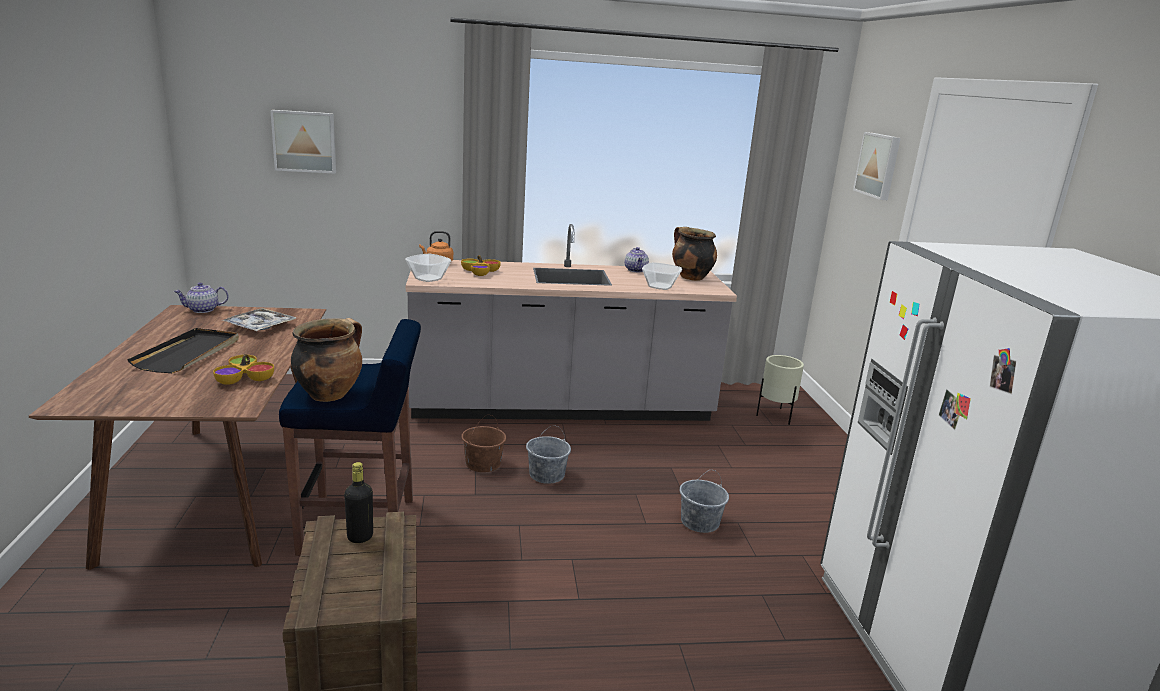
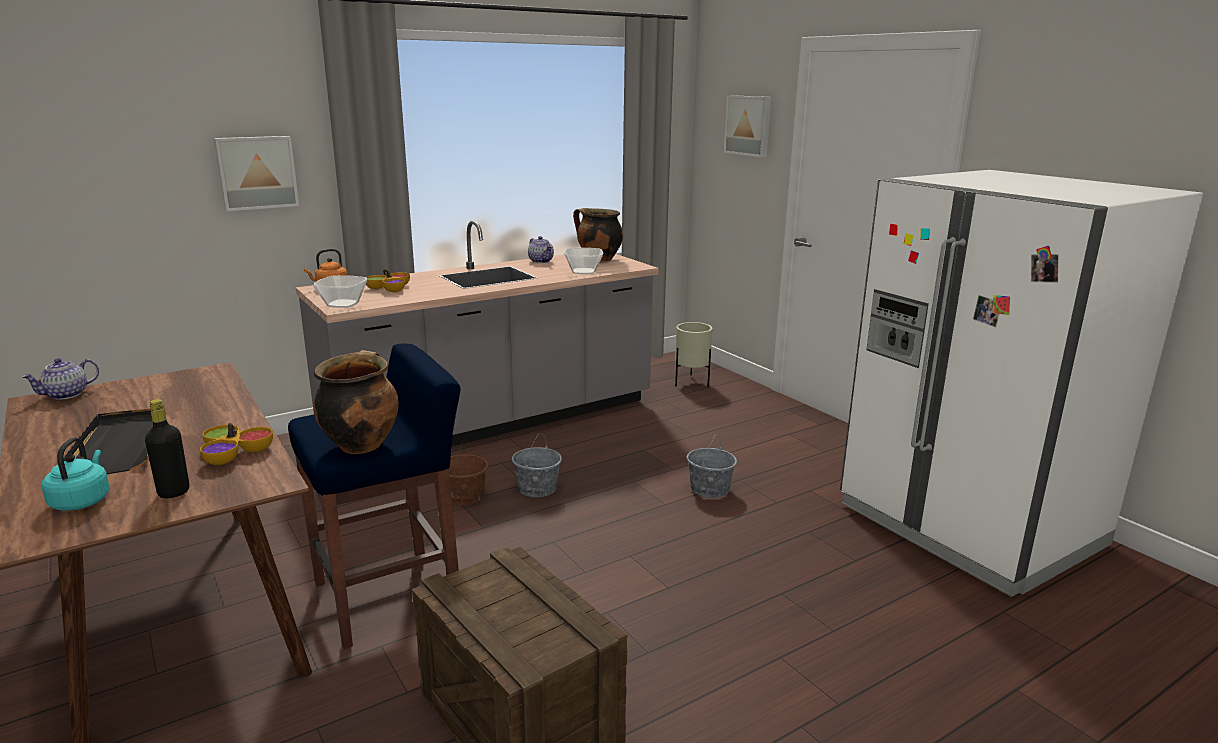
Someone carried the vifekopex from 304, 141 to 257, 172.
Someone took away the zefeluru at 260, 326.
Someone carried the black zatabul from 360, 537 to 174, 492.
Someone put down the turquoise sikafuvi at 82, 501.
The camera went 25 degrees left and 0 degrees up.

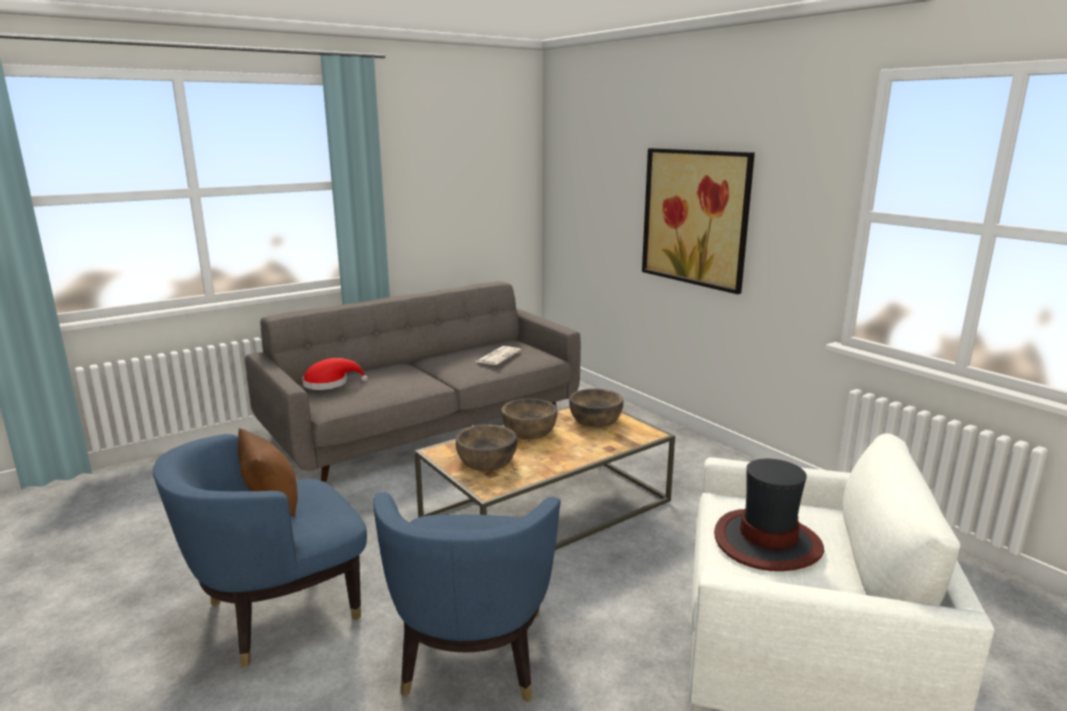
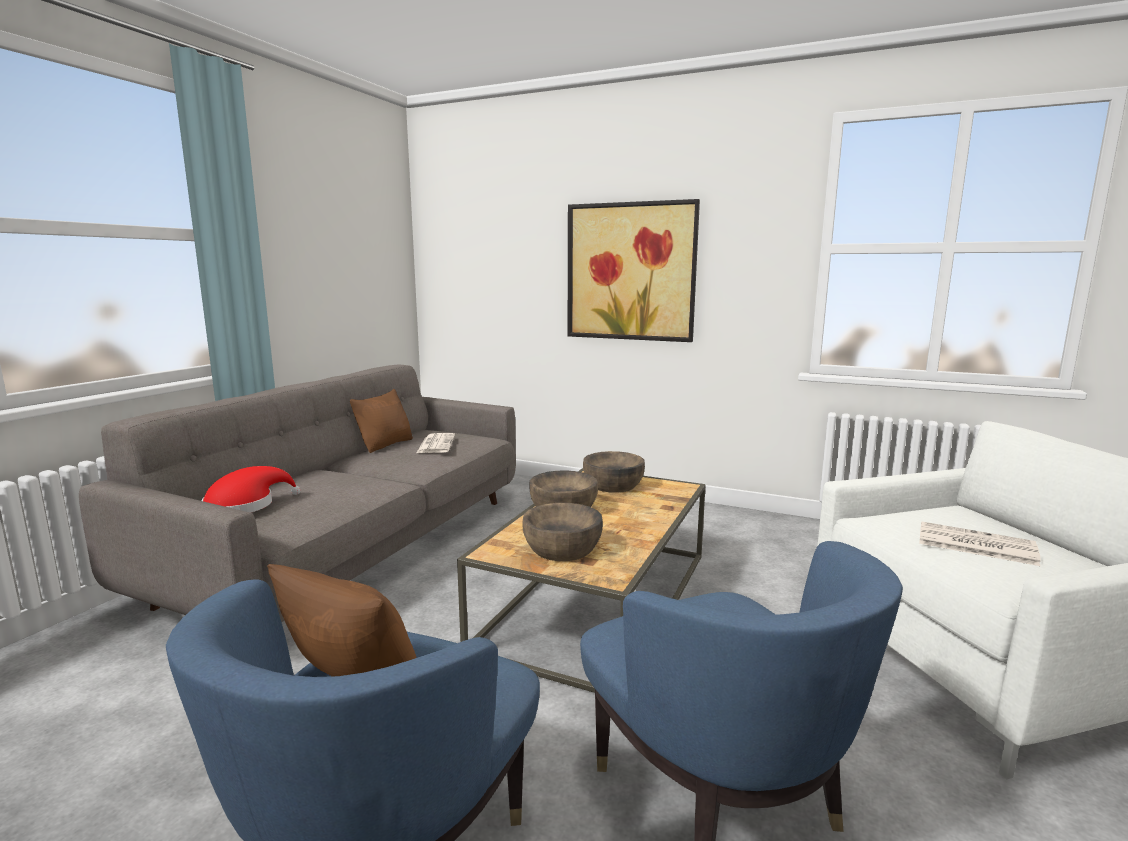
Someone swapped the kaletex at 767, 542 for the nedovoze at 974, 544.
Someone put down the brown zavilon at 385, 445.
The camera went 30 degrees left and 5 degrees down.

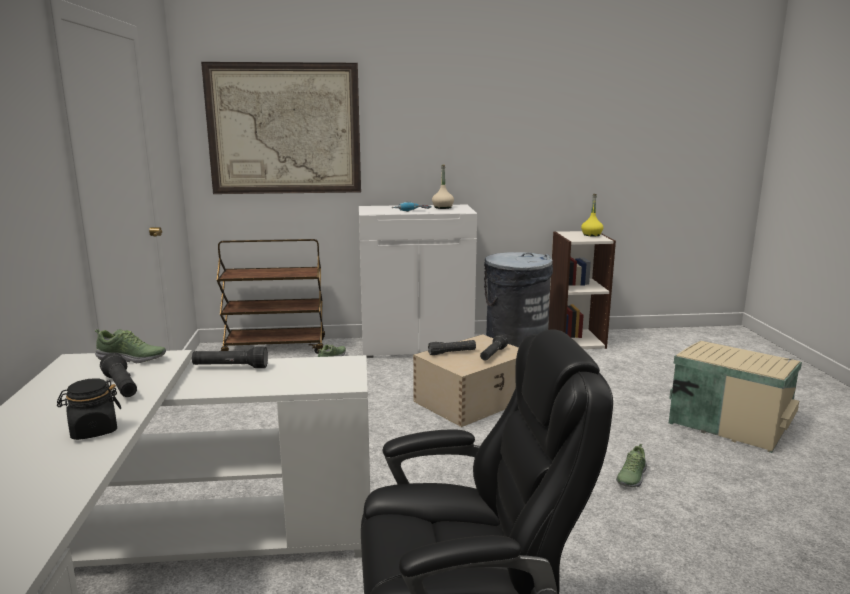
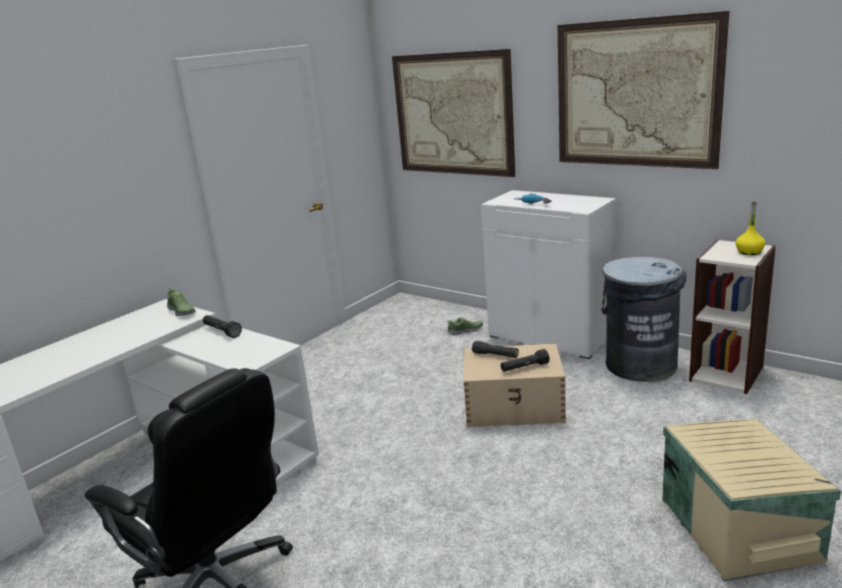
Someone took away the beige zatabul at 442, 207.
Someone took away the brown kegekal at 275, 348.
Someone took away the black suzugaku at 121, 387.
Someone took away the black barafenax at 93, 430.
Someone took away the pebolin at 631, 477.
Someone put up the vifekopex at 636, 94.
The camera went 45 degrees right and 5 degrees up.

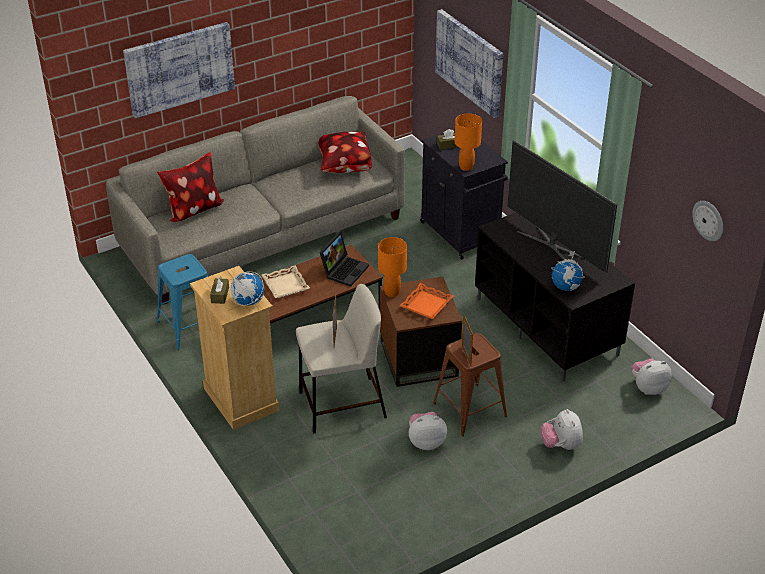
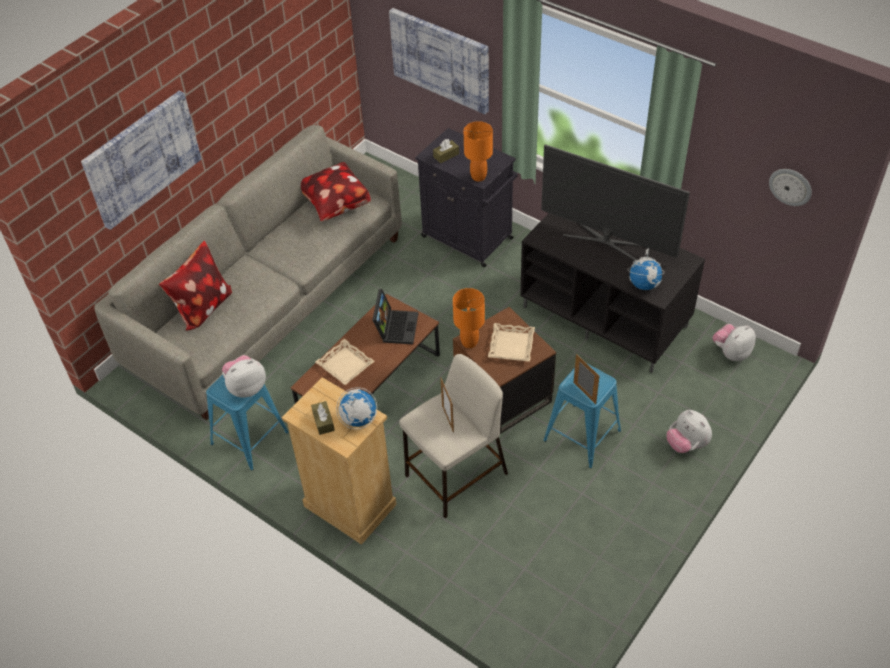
Someone repainted the orange zefeluru at 426, 305, which became the beige zefeluru at 512, 346.
Someone repainted the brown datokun at 470, 410, which became the blue datokun at 582, 435.
Someone carried the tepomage from 426, 442 to 246, 387.
The camera went 20 degrees left and 10 degrees up.

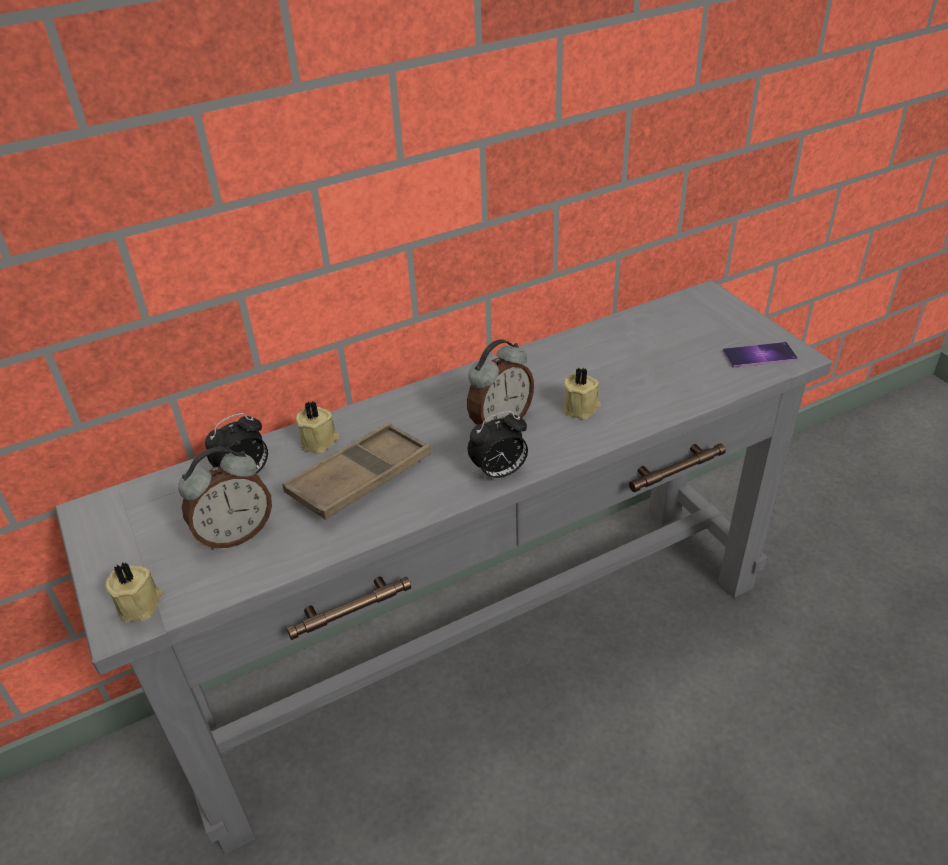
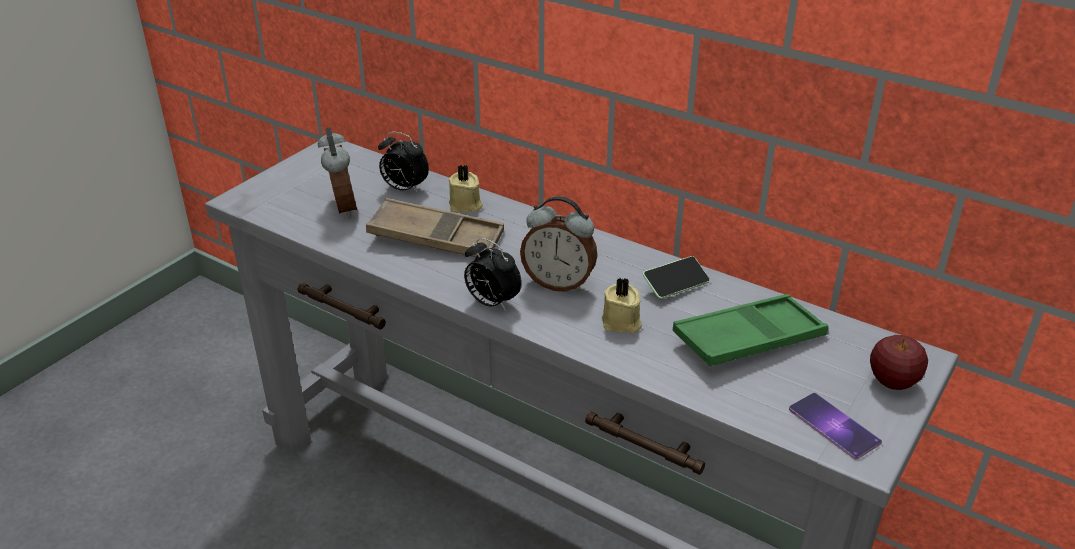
Someone rotated the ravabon at 235, 534 by 135 degrees counterclockwise.
Someone took away the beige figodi at 141, 604.
Someone put down the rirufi at 675, 285.
Someone put down the green zefeluru at 749, 339.
Someone put down the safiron at 893, 382.
The camera went 60 degrees right and 5 degrees down.

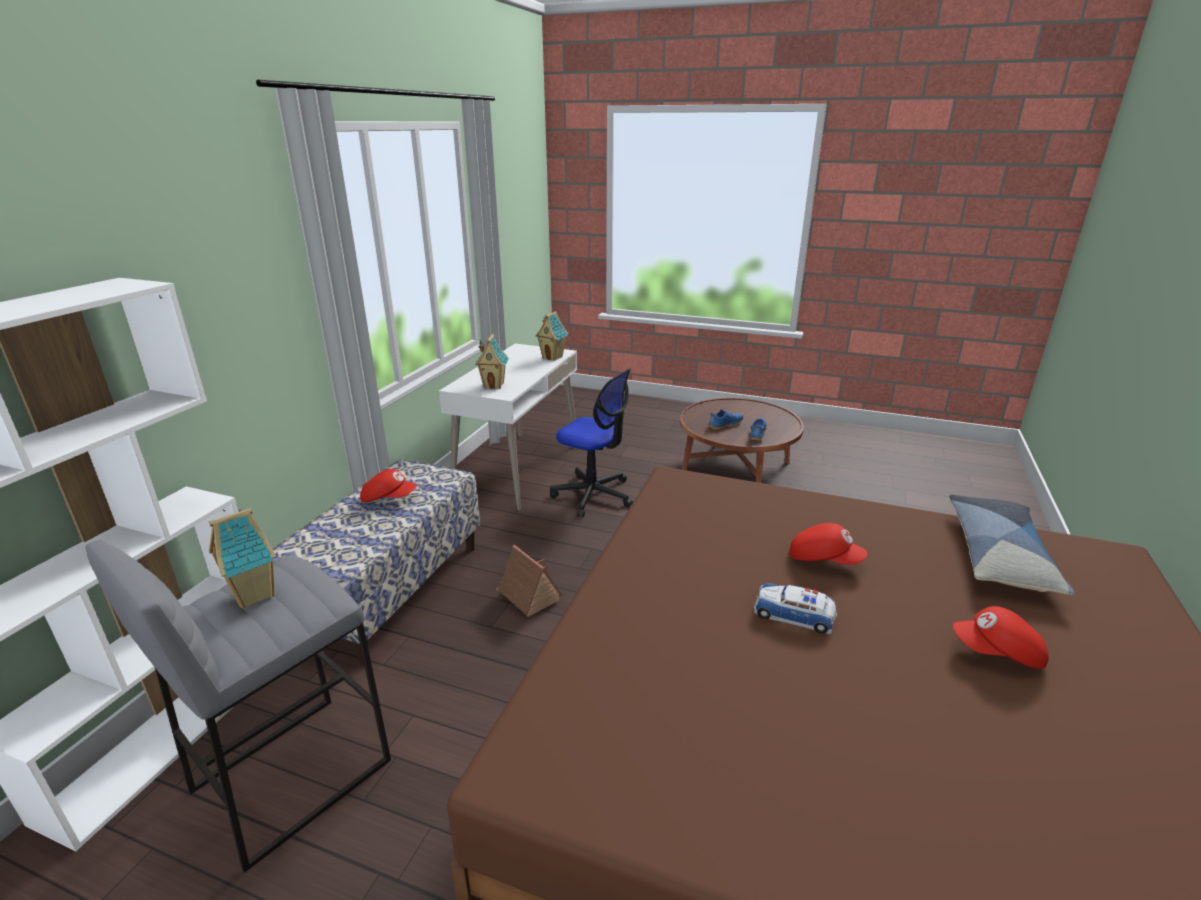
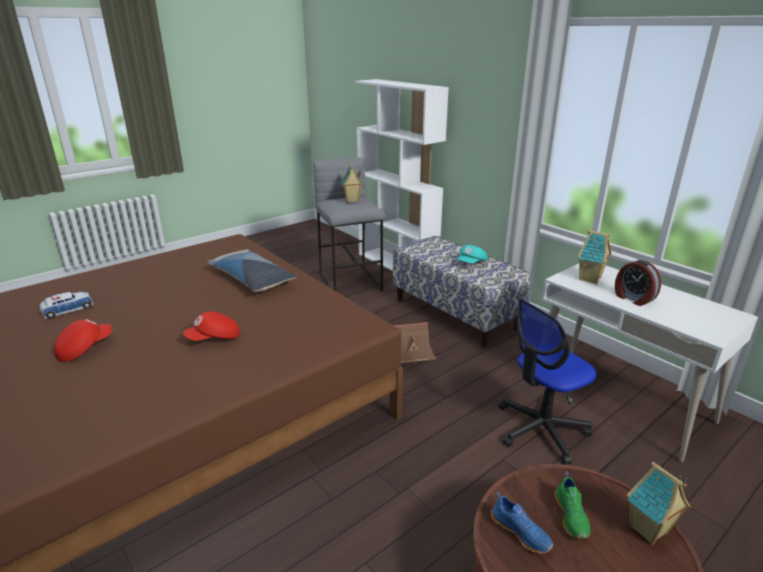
Someone carried the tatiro from 553, 357 to 649, 531.
Someone repainted the blue pebolin at 724, 425, which became the green pebolin at 572, 516.
Someone repainted the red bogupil at 389, 498, which became the turquoise bogupil at 471, 263.
Someone carried the zavilon from 999, 554 to 251, 279.
Someone carried the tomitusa from 794, 614 to 67, 309.
Someone put down the ravabon at 633, 298.
The camera went 120 degrees right and 0 degrees up.

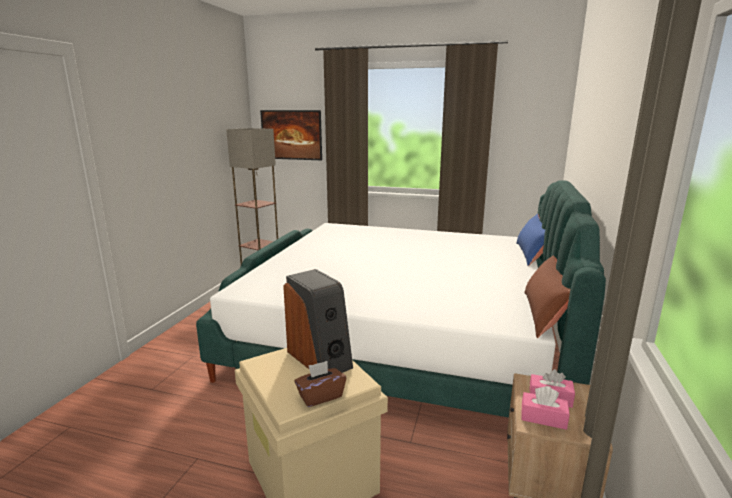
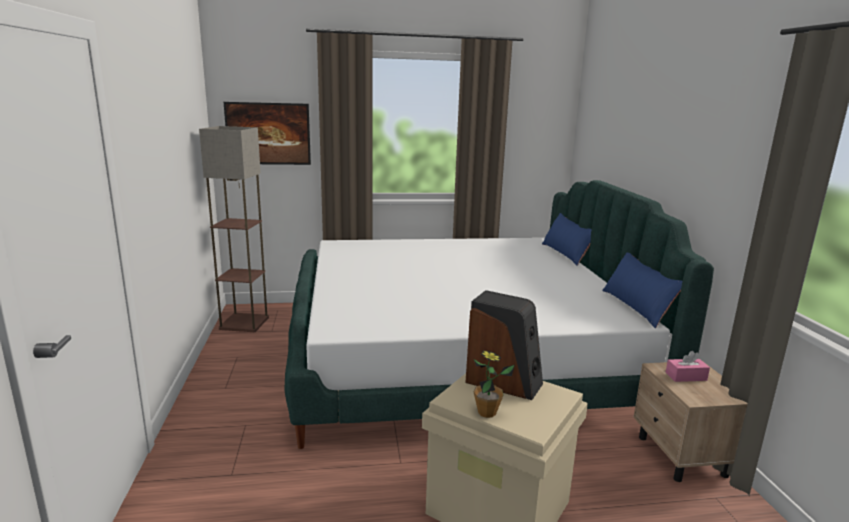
Someone repainted the brown zavilon at 543, 314, which became the blue zavilon at 637, 307.
Someone took away the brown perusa at 320, 396.
Someone took away the pink perusa at 543, 418.
Someone put down the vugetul at 487, 413.
The camera went 25 degrees left and 0 degrees up.

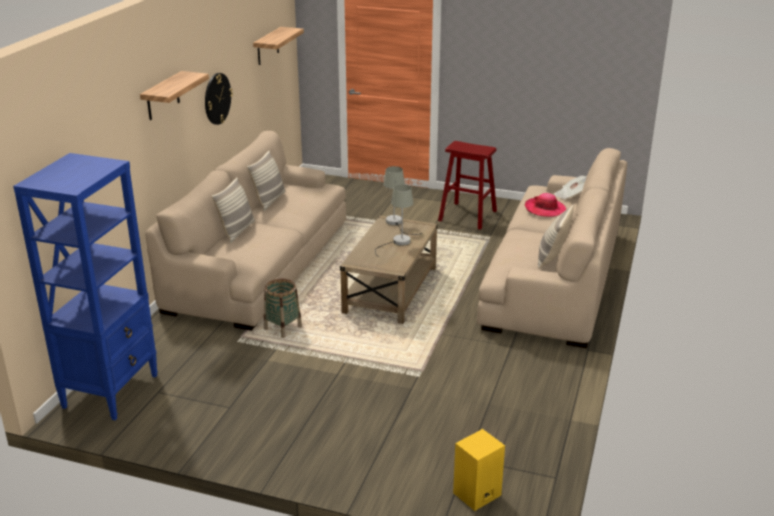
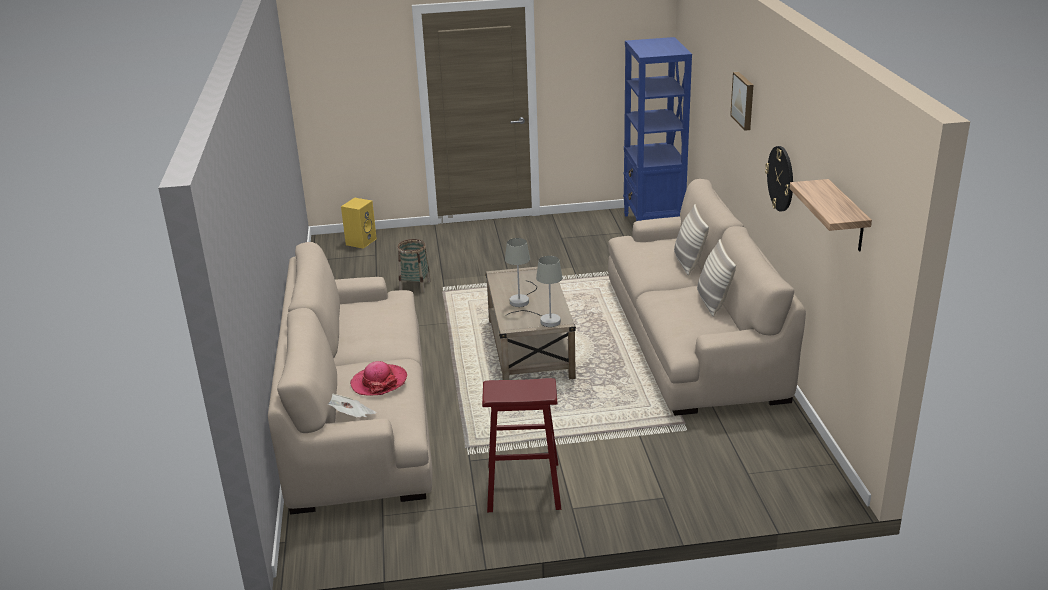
Someone swapped the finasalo at 162, 96 for the vifekopex at 744, 100.
Someone took away the zavilon at 552, 259.
Someone carried the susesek from 283, 328 to 415, 286.
The camera went 155 degrees right and 0 degrees up.

